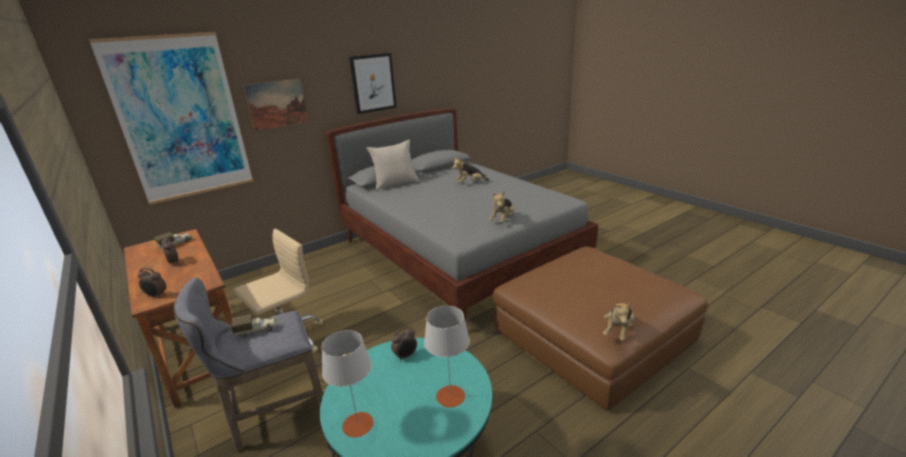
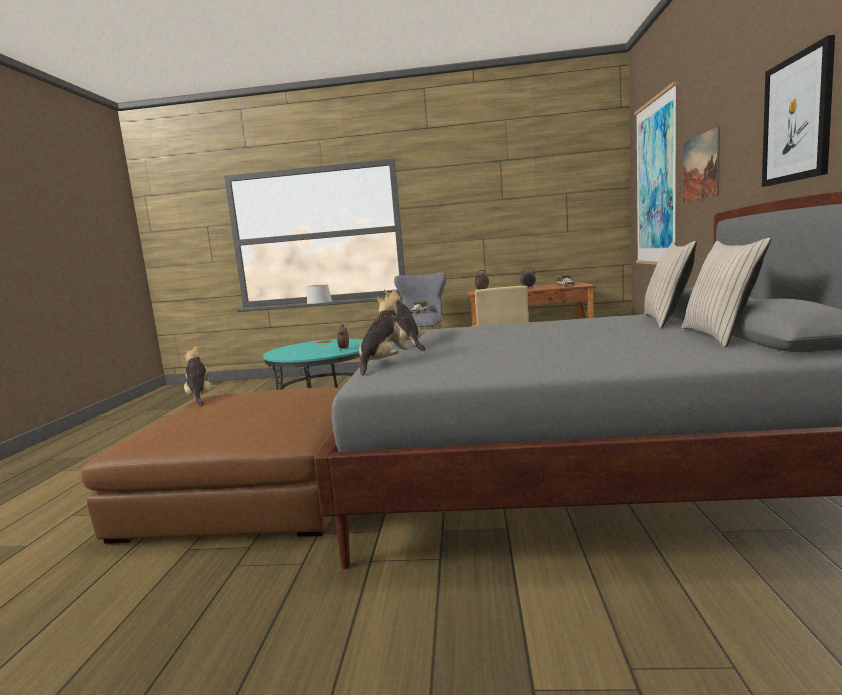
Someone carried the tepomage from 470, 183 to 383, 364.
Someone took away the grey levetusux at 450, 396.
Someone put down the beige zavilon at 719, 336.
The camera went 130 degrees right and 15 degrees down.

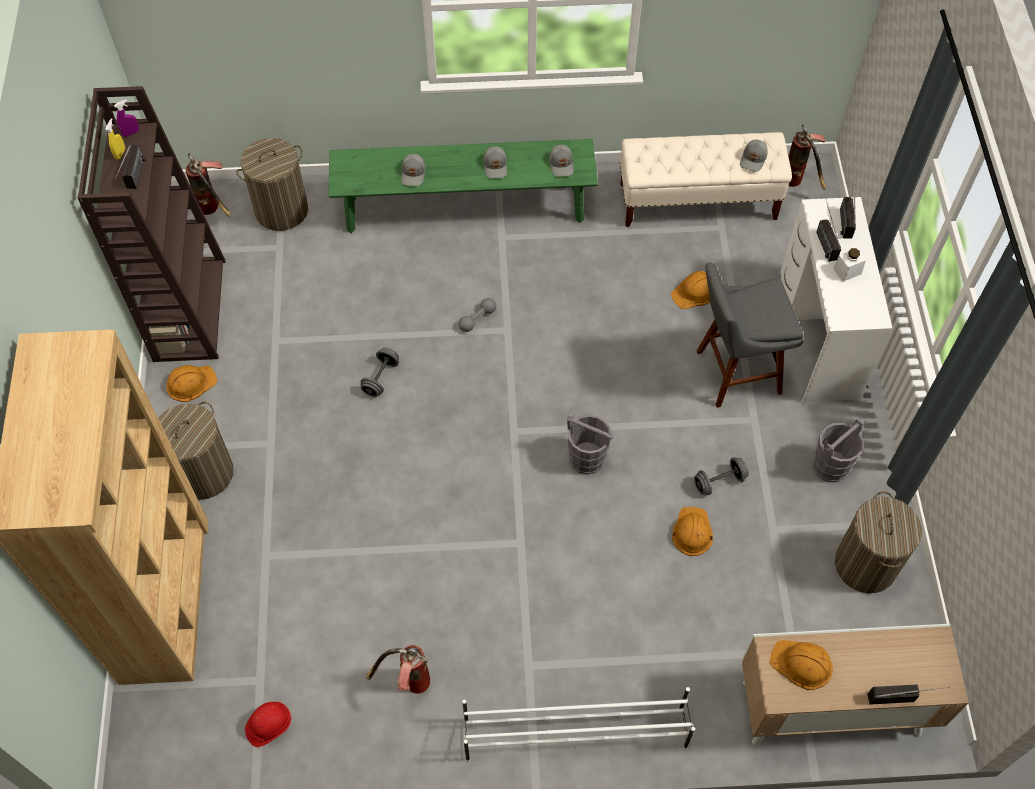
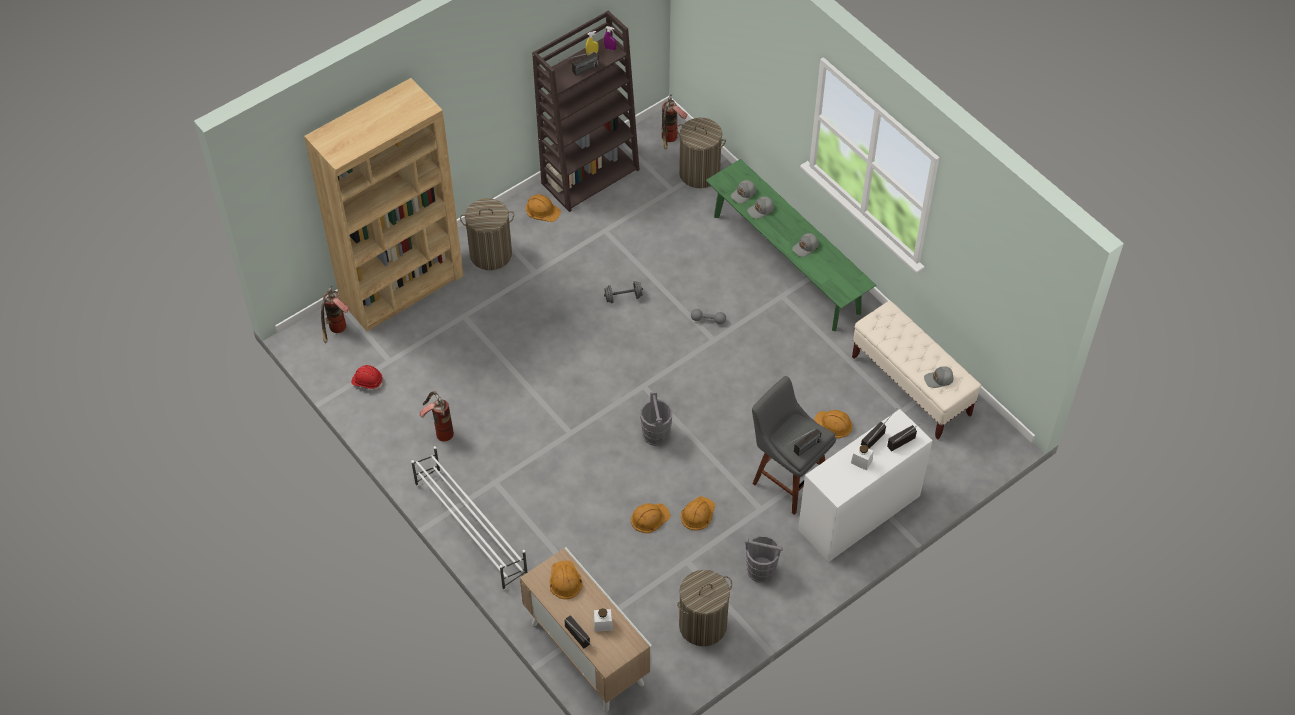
Someone carried the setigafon from 799, 182 to 337, 332.
Someone carried the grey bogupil from 562, 164 to 743, 194.
Someone swapped the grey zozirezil at 719, 481 for the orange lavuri at 697, 514.
Someone put down the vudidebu at 801, 450.
Someone put down the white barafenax at 603, 624.
The camera went 55 degrees right and 5 degrees down.

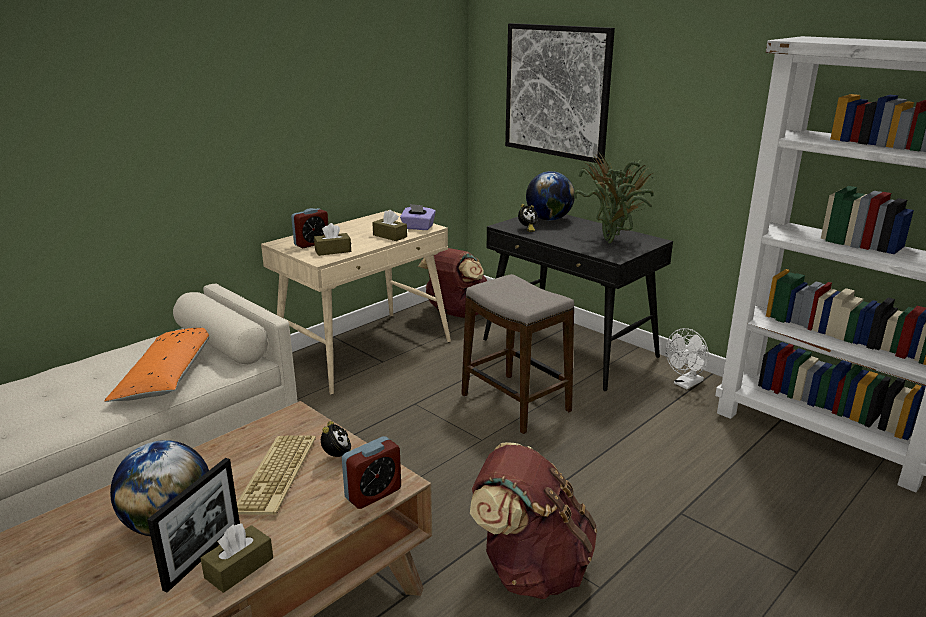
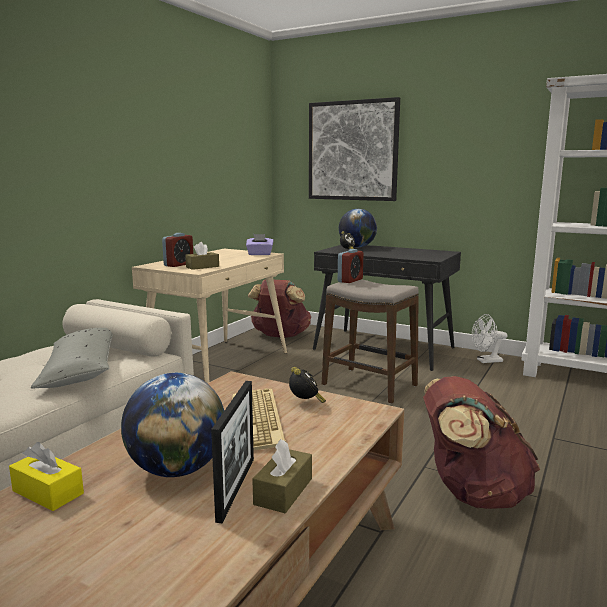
Someone took away the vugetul at 612, 240.
Someone took away the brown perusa at 390, 236.
Someone repainted the orange zavilon at 168, 376, which became the grey zavilon at 80, 370.
Someone rotated the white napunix at 685, 384 by 45 degrees clockwise.
Someone carried the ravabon from 373, 493 to 350, 280.
Someone put down the yellow perusa at 48, 492.
The camera went 15 degrees left and 10 degrees down.

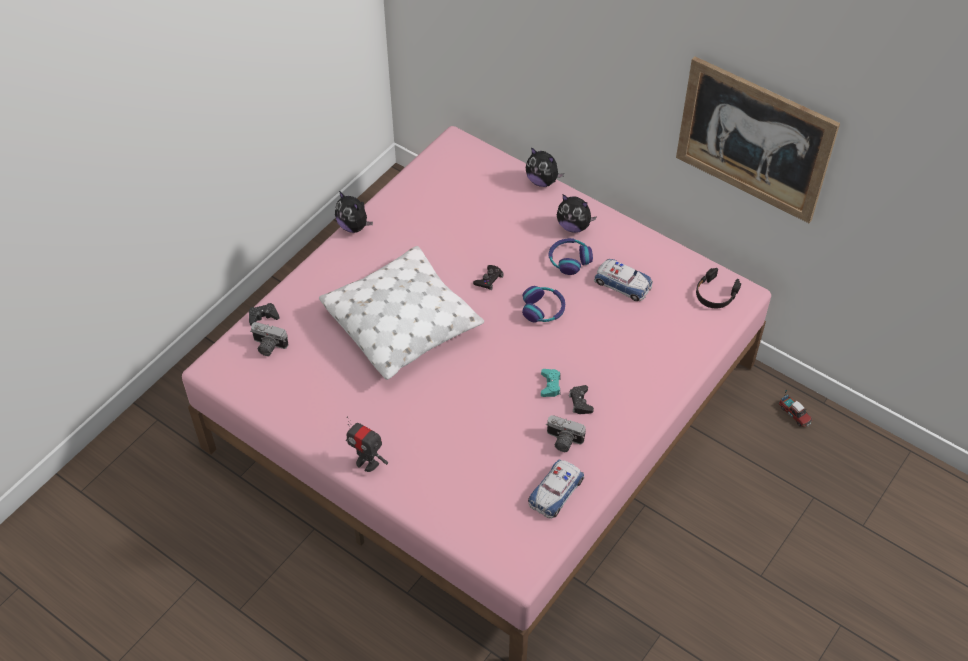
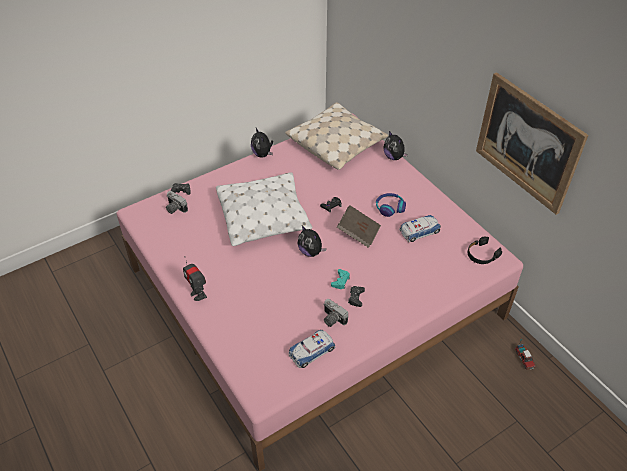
Someone carried the tepomage from 573, 226 to 311, 251.
Someone rotated the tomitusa at 623, 283 by 75 degrees counterclockwise.
Someone swapped the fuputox at 543, 309 for the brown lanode at 358, 233.
Someone put down the beige zavilon at 336, 143.
The camera went 20 degrees right and 5 degrees down.

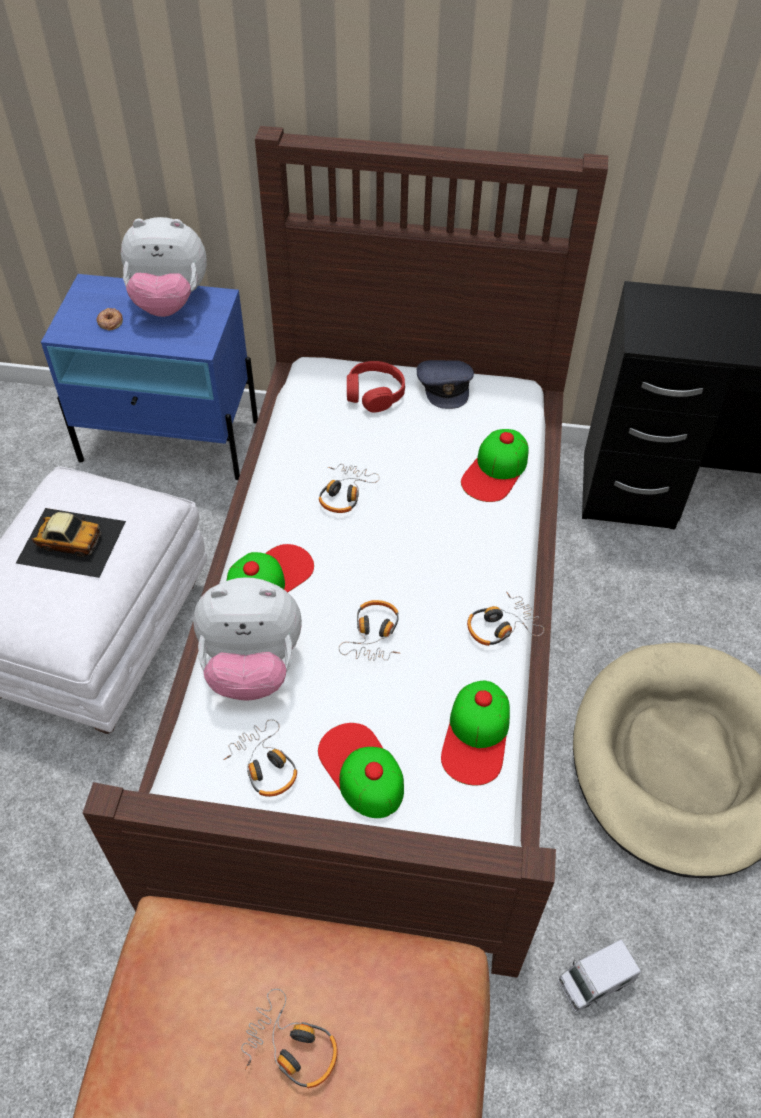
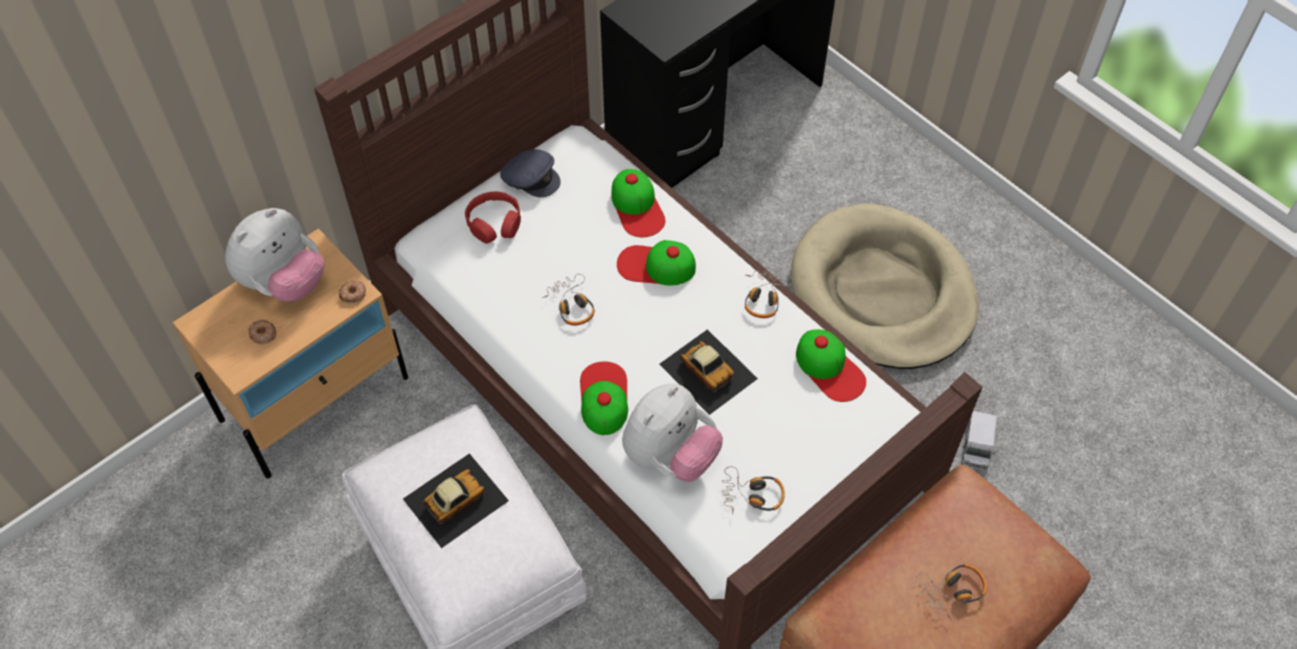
Someone repainted the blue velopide at 170, 441, which became the beige velopide at 315, 398.
Someone swapped the fuputox at 374, 635 for the tomitusa at 708, 370.
Someone carried the bogupil from 361, 770 to 656, 266.
Someone put down the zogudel at 353, 294.
The camera went 50 degrees left and 5 degrees up.

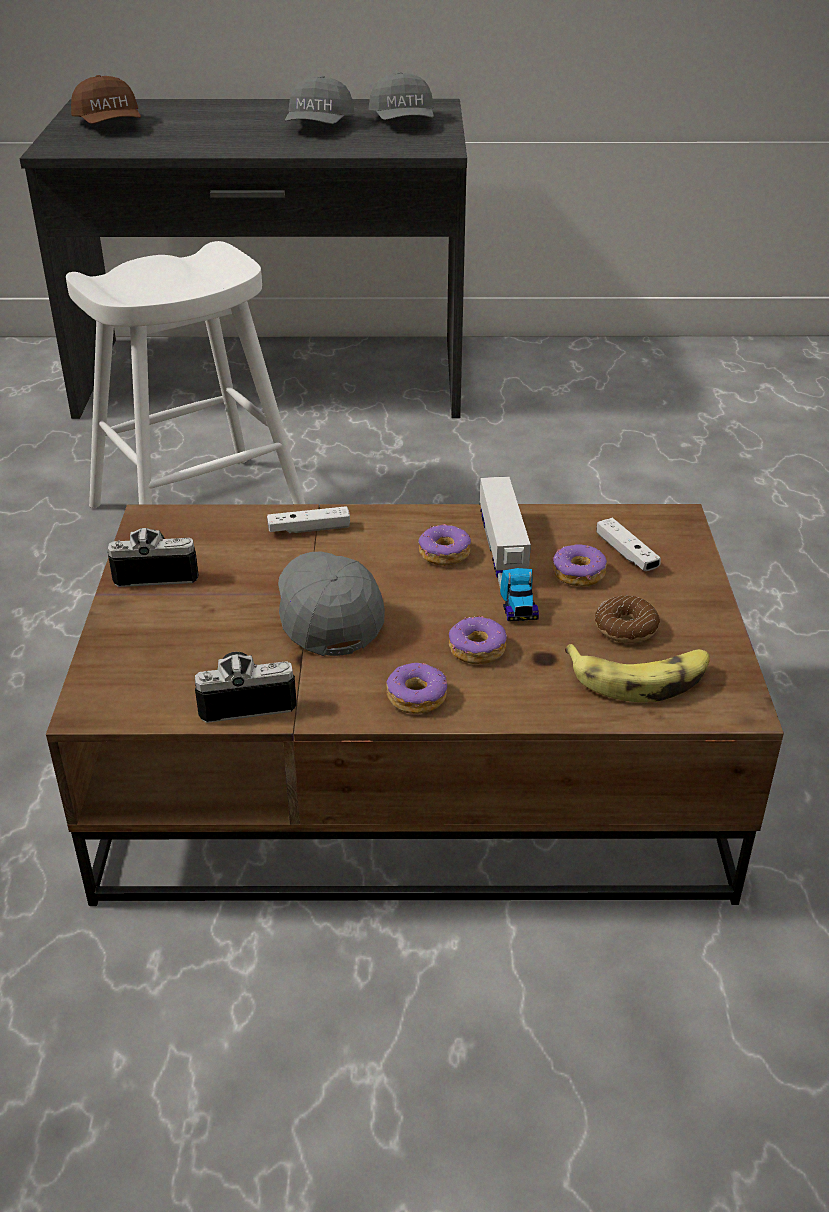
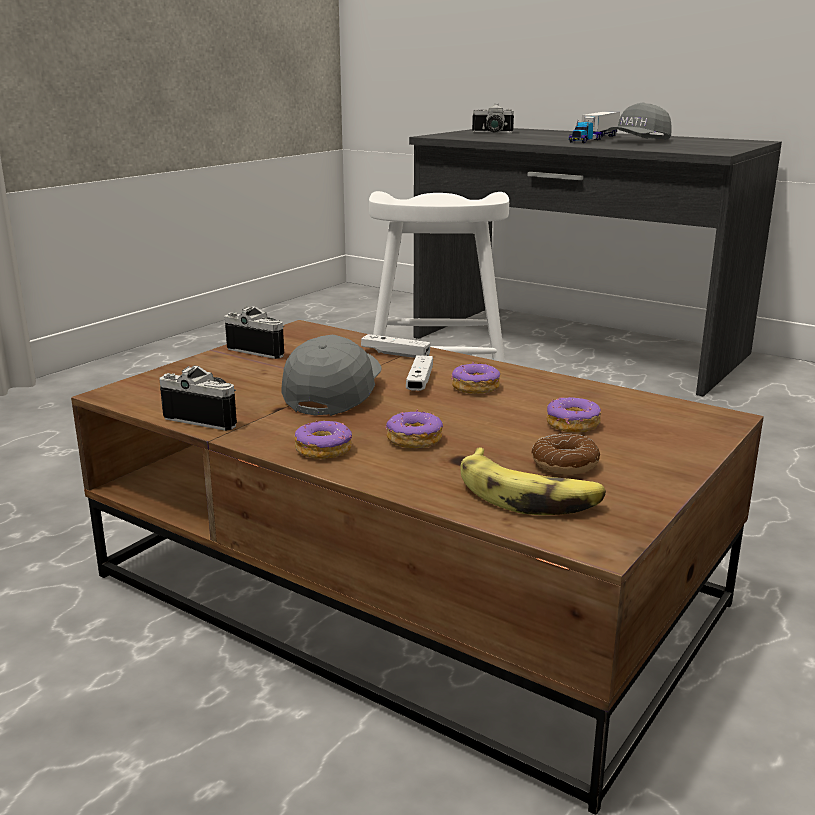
Someone took away the grey bogupil at 403, 122.
Someone swapped the brown bogupil at 109, 125 for the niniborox at 492, 133.
Someone carried the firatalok from 507, 565 to 594, 139.
Someone carried the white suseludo from 626, 554 to 419, 382.
The camera went 35 degrees right and 15 degrees down.

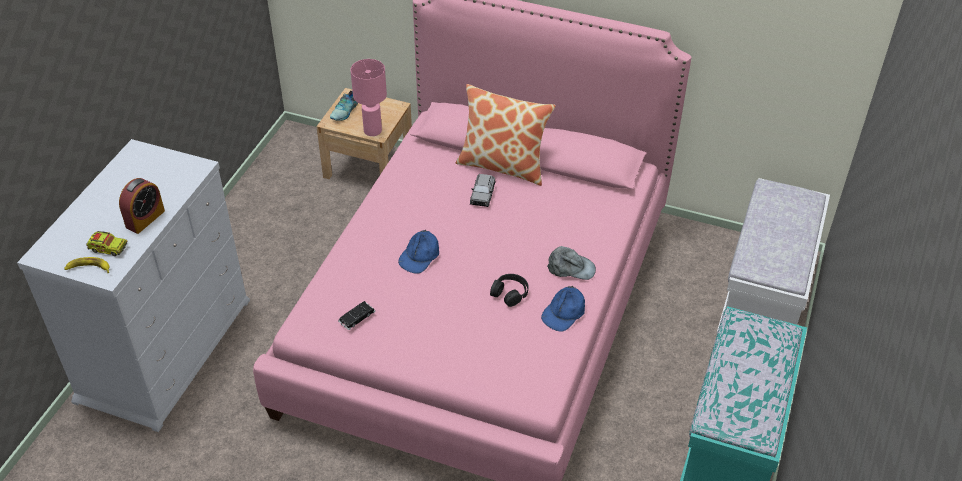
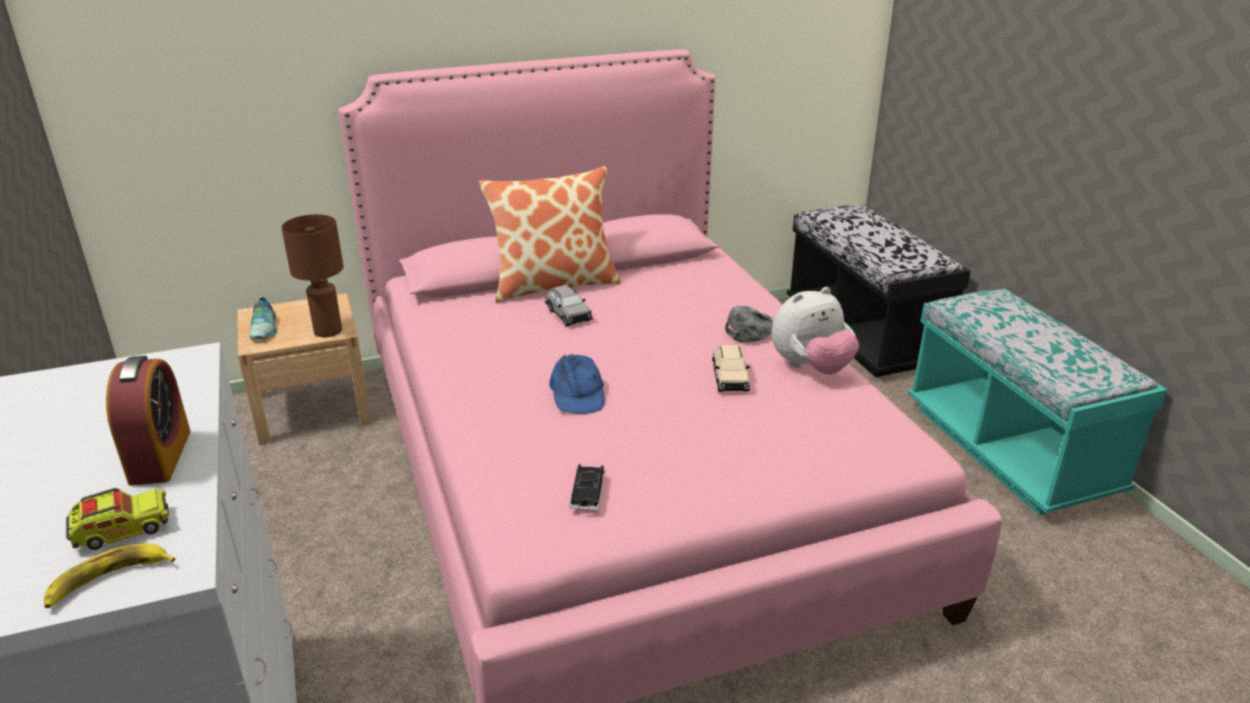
Someone repainted the pink levetusux at 373, 130, which became the brown levetusux at 328, 331.
Someone repainted the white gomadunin at 764, 297, which became the black gomadunin at 863, 334.
Someone swapped the black fuputox at 510, 293 for the beige tomitusa at 730, 379.
Someone swapped the blue bogupil at 564, 312 for the tepomage at 810, 368.
The camera went 40 degrees left and 15 degrees down.

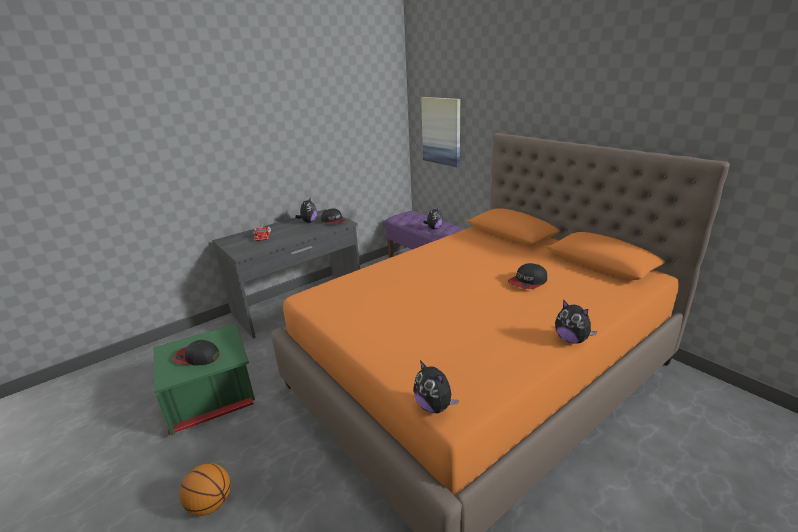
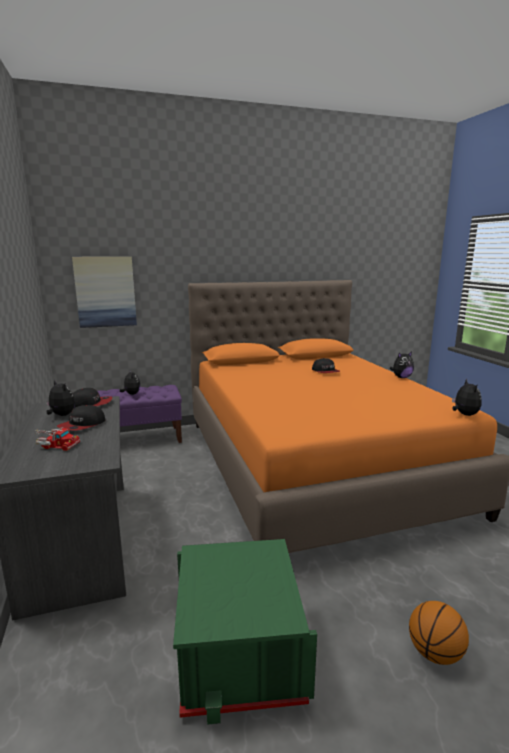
Someone carried the bogupil from 197, 357 to 82, 425.
Someone rotated the tepomage at 434, 406 by 75 degrees counterclockwise.
The camera went 70 degrees left and 10 degrees down.

